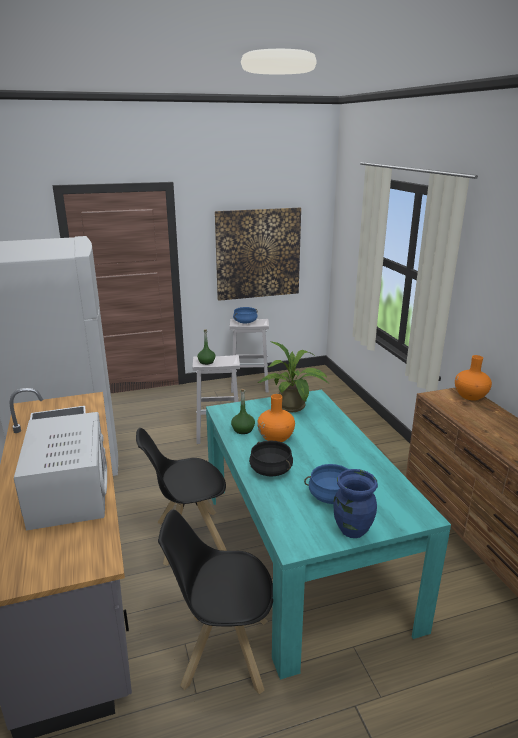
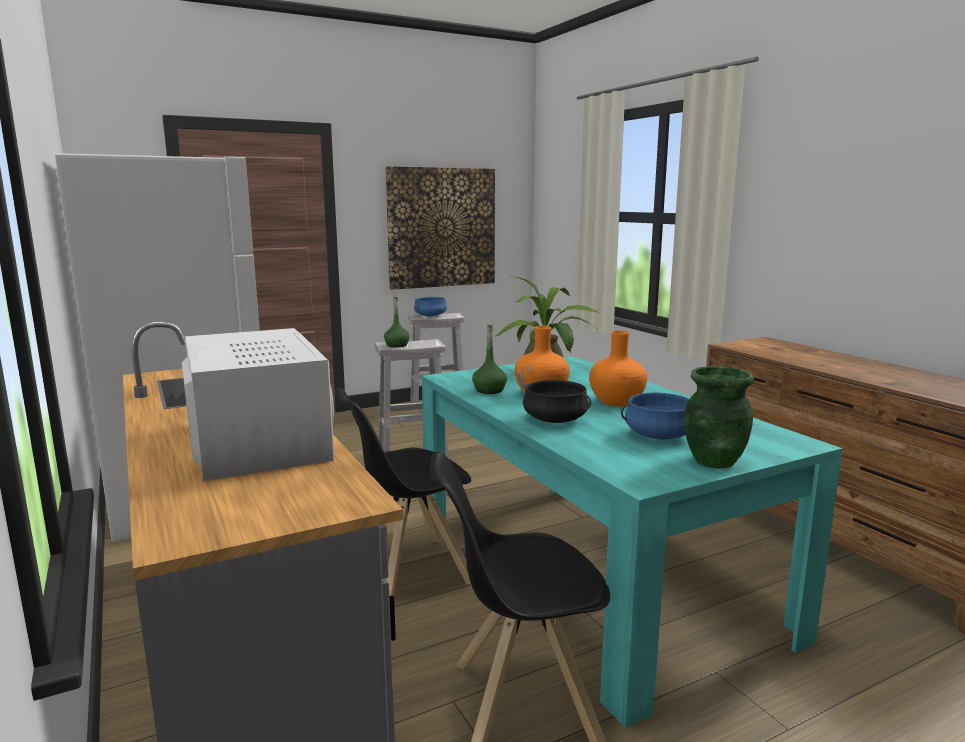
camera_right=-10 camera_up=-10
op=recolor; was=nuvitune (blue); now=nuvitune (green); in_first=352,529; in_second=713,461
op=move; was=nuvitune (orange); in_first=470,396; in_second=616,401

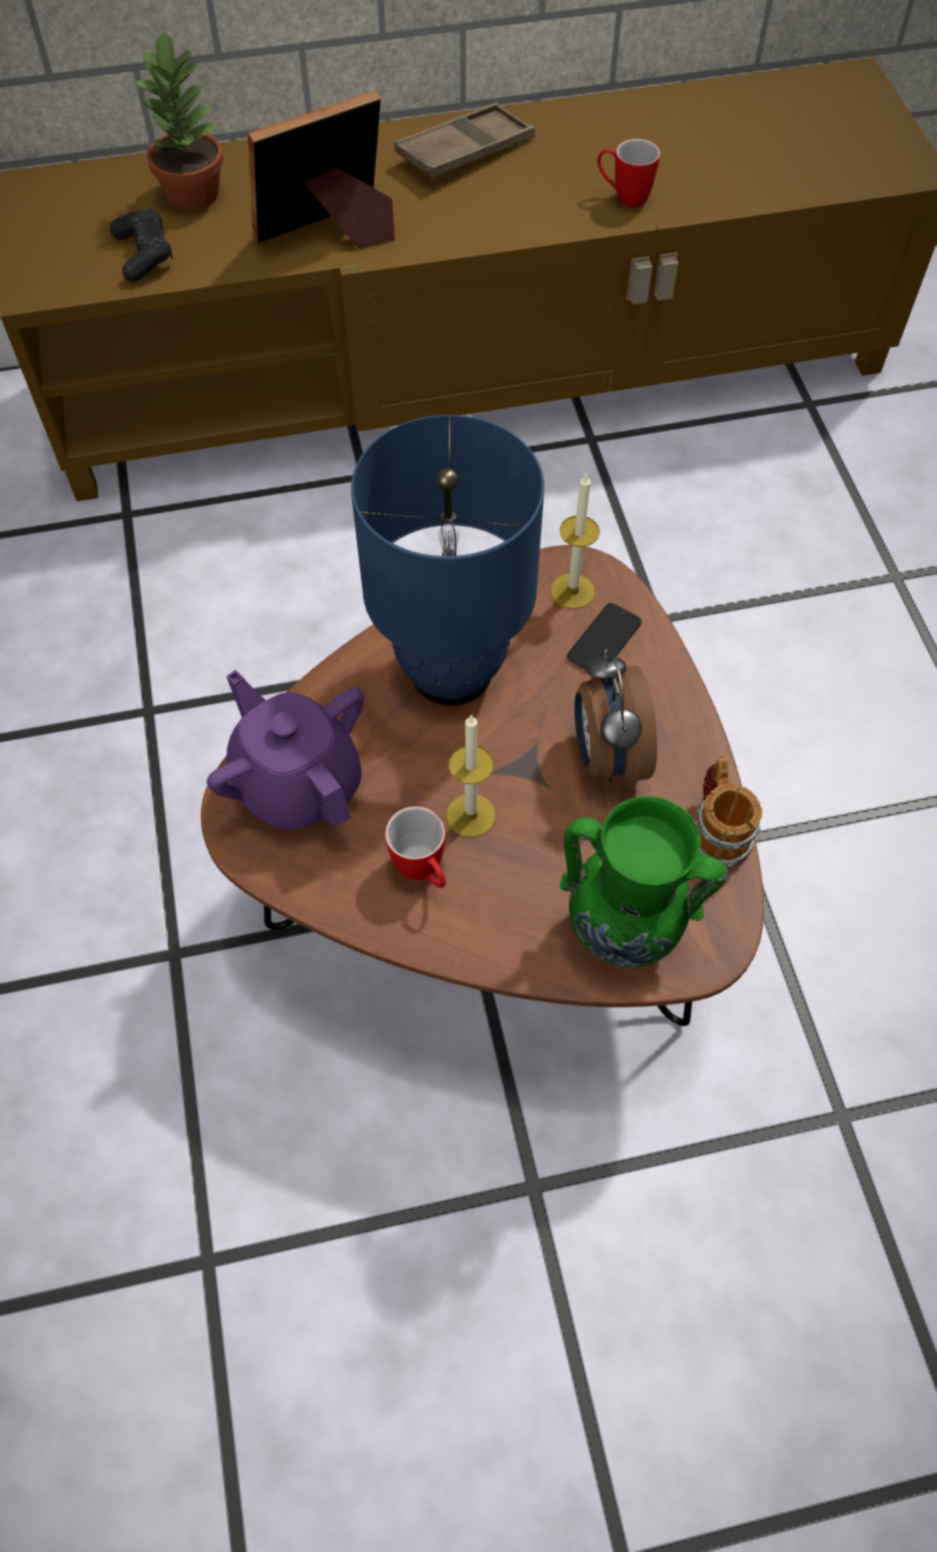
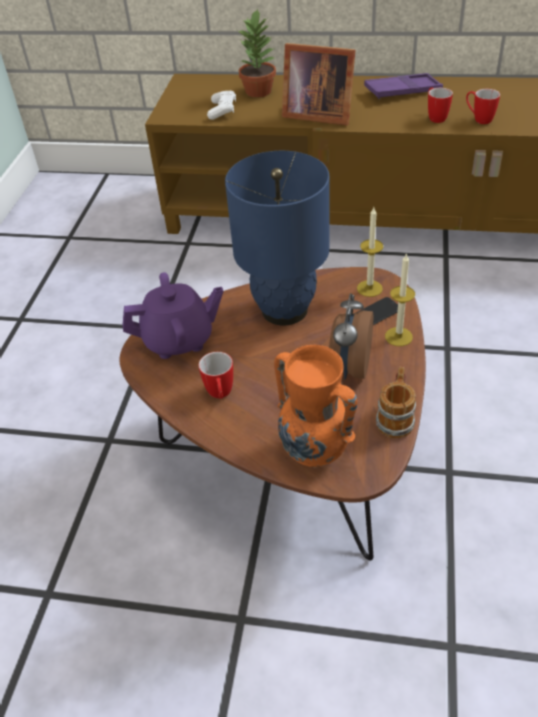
camera_right=25 camera_up=-15
op=recolor; was=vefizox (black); now=vefizox (white); in_first=144,255; in_second=222,110
op=rotate; was=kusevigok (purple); in_first=298,783; in_second=179,340; clockwise=90
op=rotate; was=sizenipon; in_first=331,233; in_second=316,114; clockwise=-150
op=recolor; was=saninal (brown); now=saninal (purple); in_first=465,151; in_second=402,91
op=move; was=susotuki; in_first=470,815; in_second=398,336
op=recolor; was=nuvitune (green); now=nuvitune (orange); in_first=623,933; in_second=315,453
op=insert; now=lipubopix; in_second=435,117

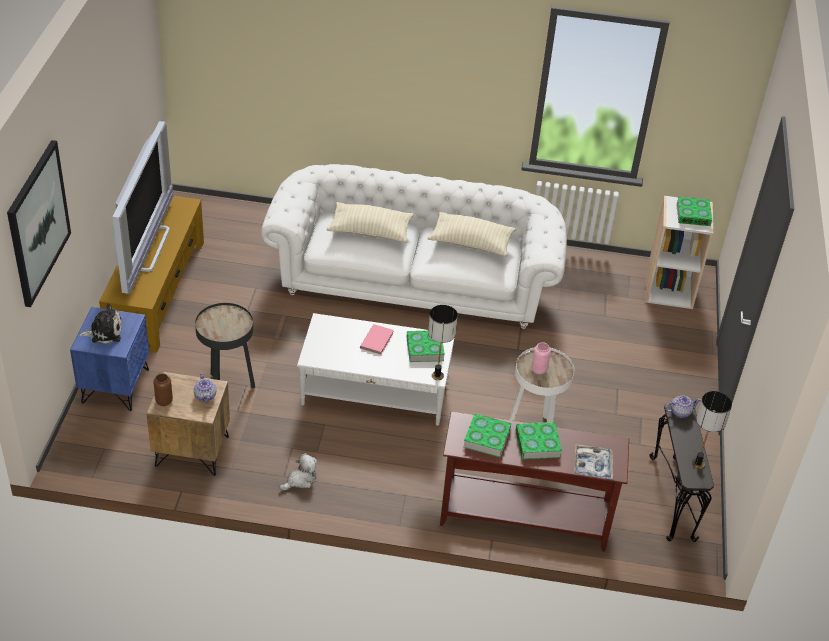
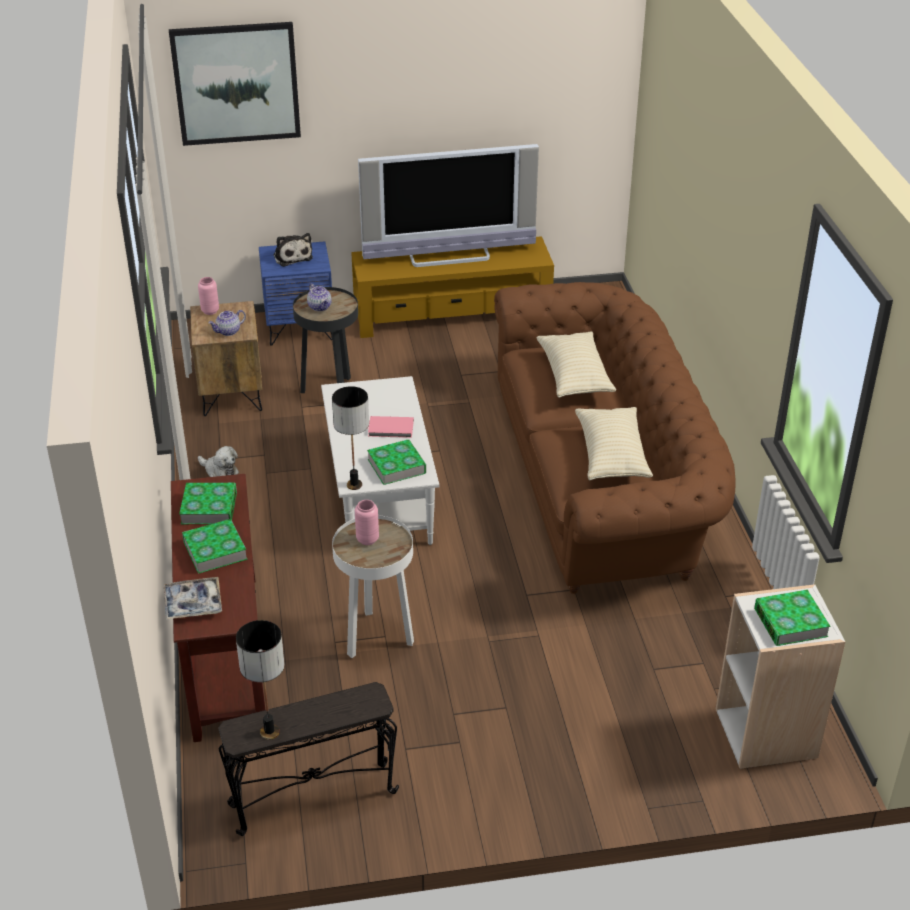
camera_right=75 camera_up=-5
op=recolor; was=nuvitune (brown); now=nuvitune (pink); in_first=164,401; in_second=210,311
op=recolor; was=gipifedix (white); now=gipifedix (brown); in_first=414,278; in_second=603,479
op=move; was=kusevigok; in_first=680,412; in_second=320,307

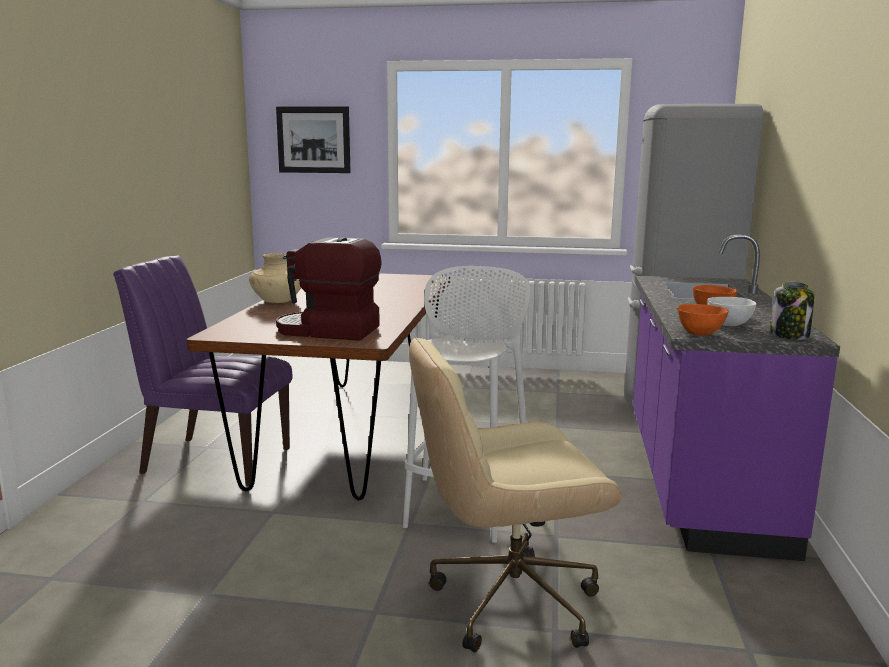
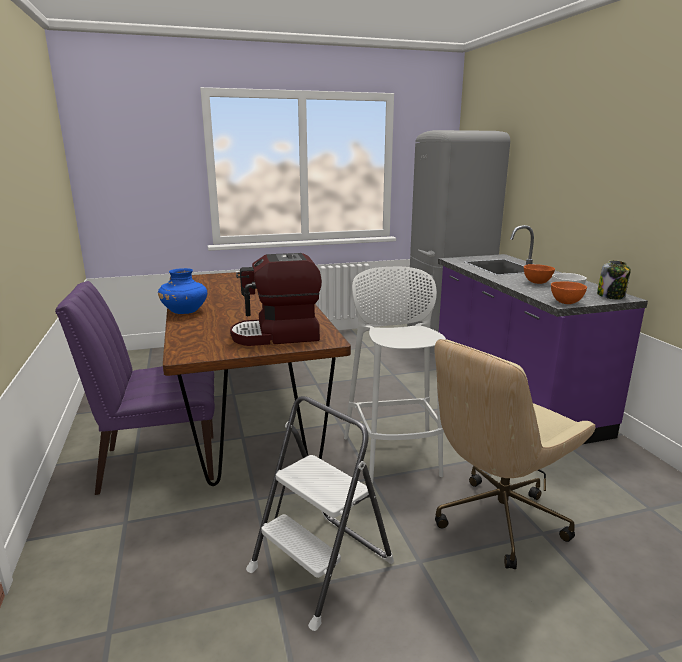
camera_right=-25 camera_up=5
op=recolor; was=nuvitune (beige); now=nuvitune (blue); in_first=278,301; in_second=185,312
op=delete; was=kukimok; in_first=313,140
op=insert; now=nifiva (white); in_second=326,563

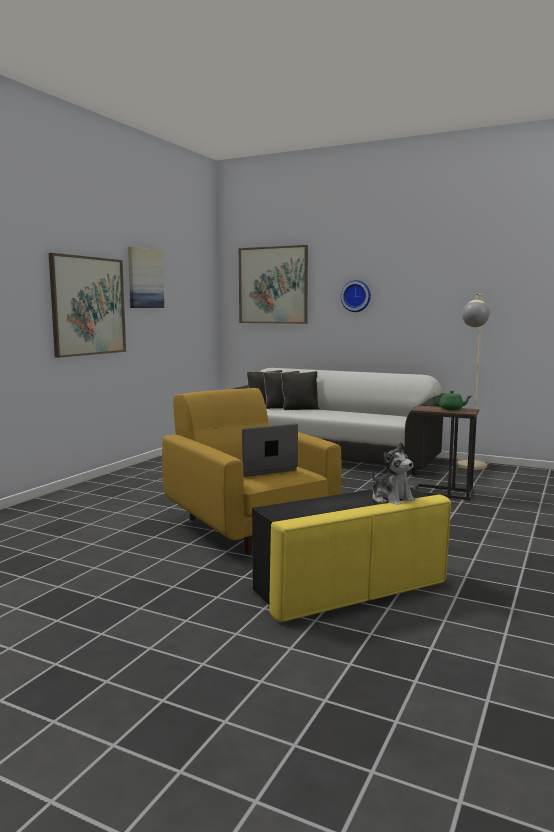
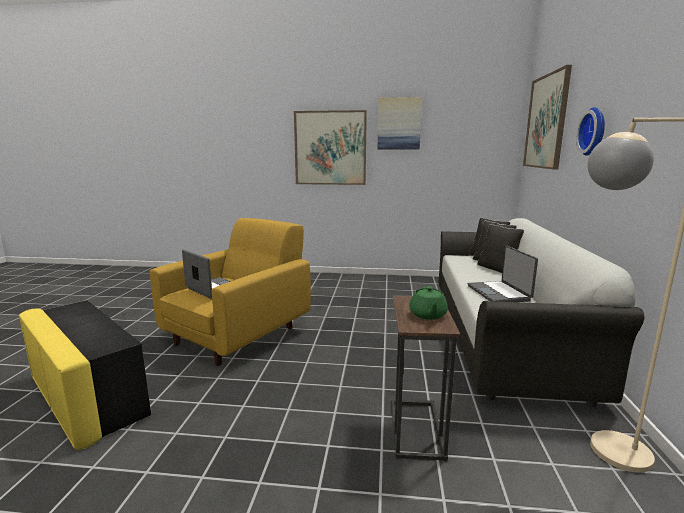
camera_right=70 camera_up=5
op=delete; was=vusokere; in_first=392,500
op=insert; now=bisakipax; in_second=499,293

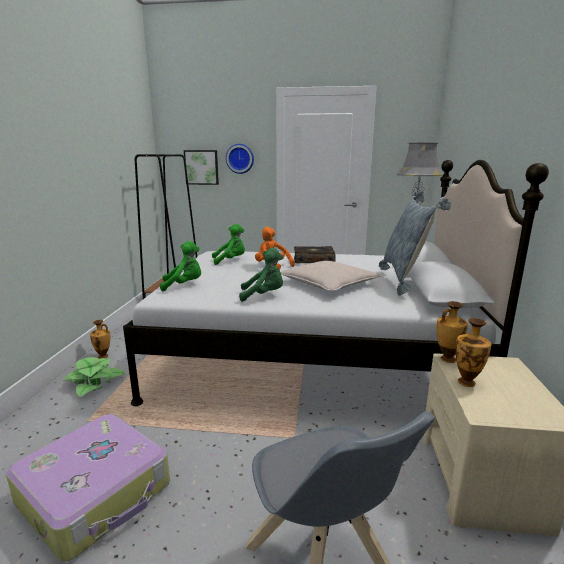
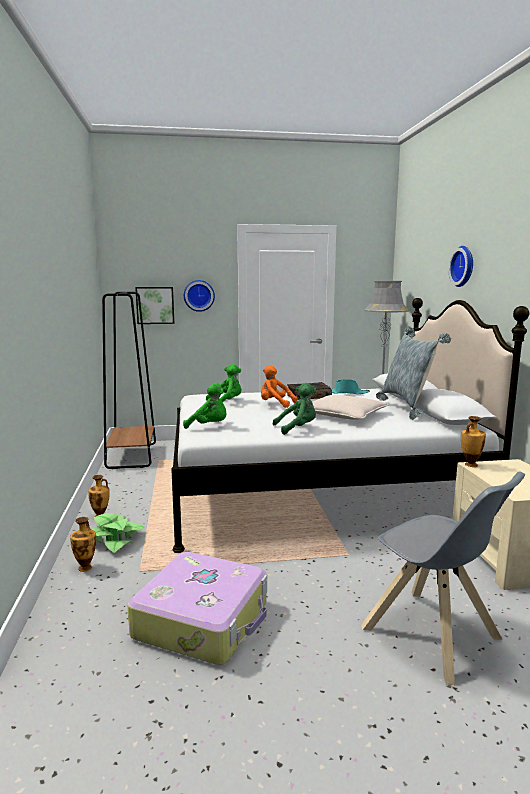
camera_right=-15 camera_up=-5
op=rotate; was=vusokere (green); in_first=184,285; in_second=209,426; clockwise=45
op=move; was=nuvitune; in_first=467,381; in_second=85,567
op=insert; now=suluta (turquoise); in_second=346,392
op=insert; now=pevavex; in_second=464,266

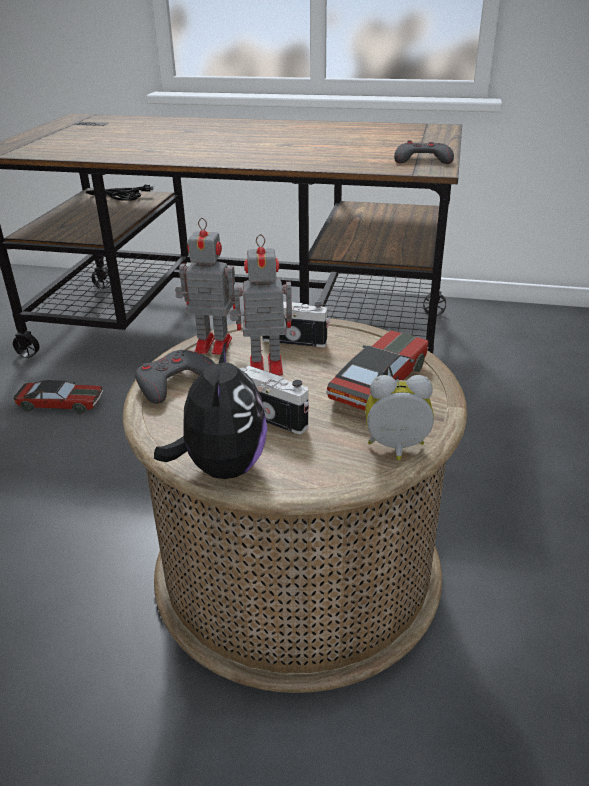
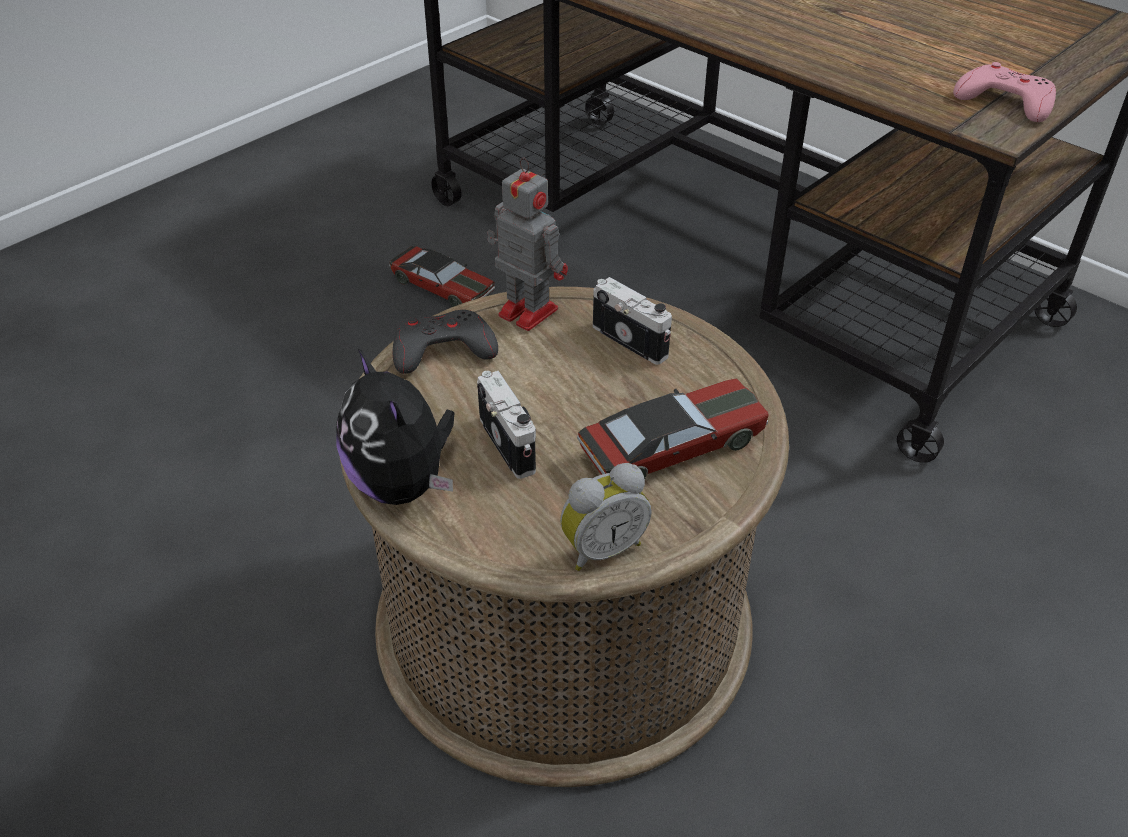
camera_right=30 camera_up=10
op=rotate; was=vusokere; in_first=221,467; in_second=403,484; clockwise=120
op=delete; was=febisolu; in_first=263,366
op=rotate; was=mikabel; in_first=396,450; in_second=601,548; clockwise=120
op=recolor; was=vefizox (grey); now=vefizox (pink); in_first=422,160; in_second=1005,101

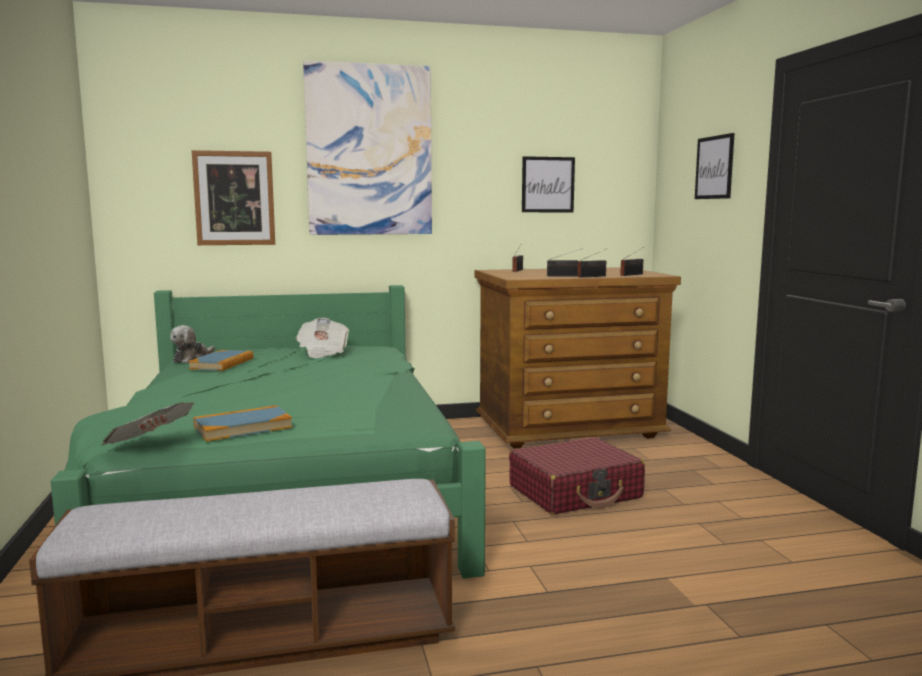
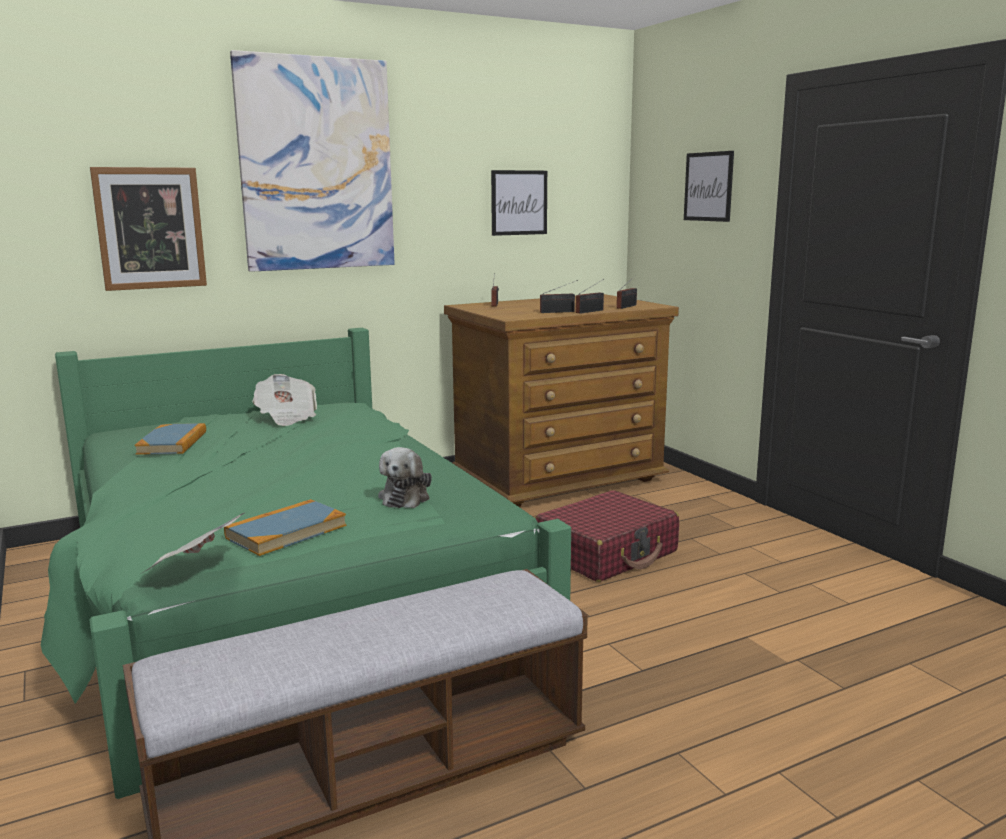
camera_right=-15 camera_up=5
op=move; was=vusokere; in_first=192,359; in_second=405,497

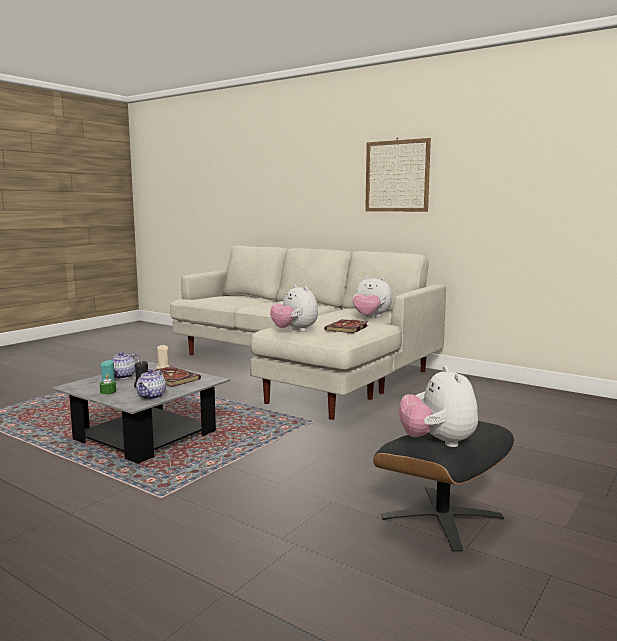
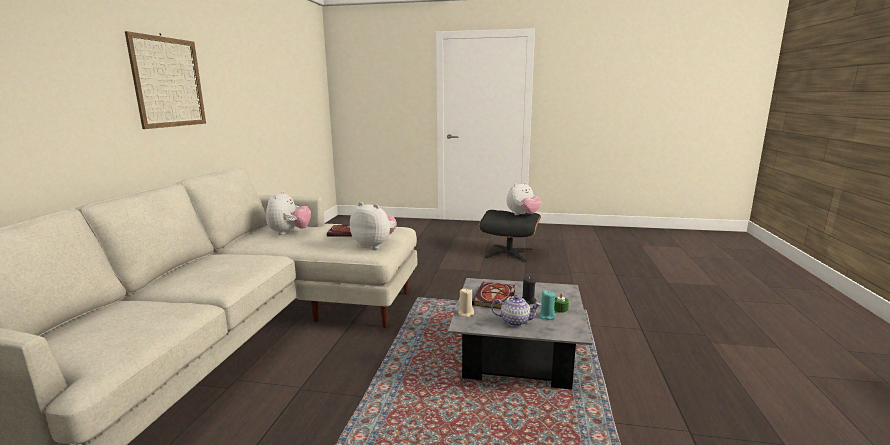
camera_right=-115 camera_up=5
op=delete; was=kusevigok; in_first=152,396
op=rotate; was=vusokere; in_first=294,331; in_second=374,245; clockwise=-90

